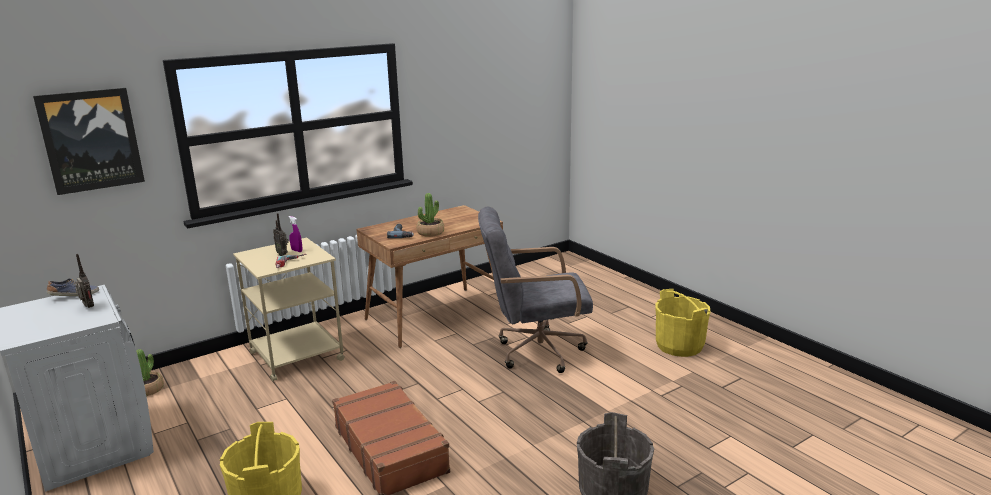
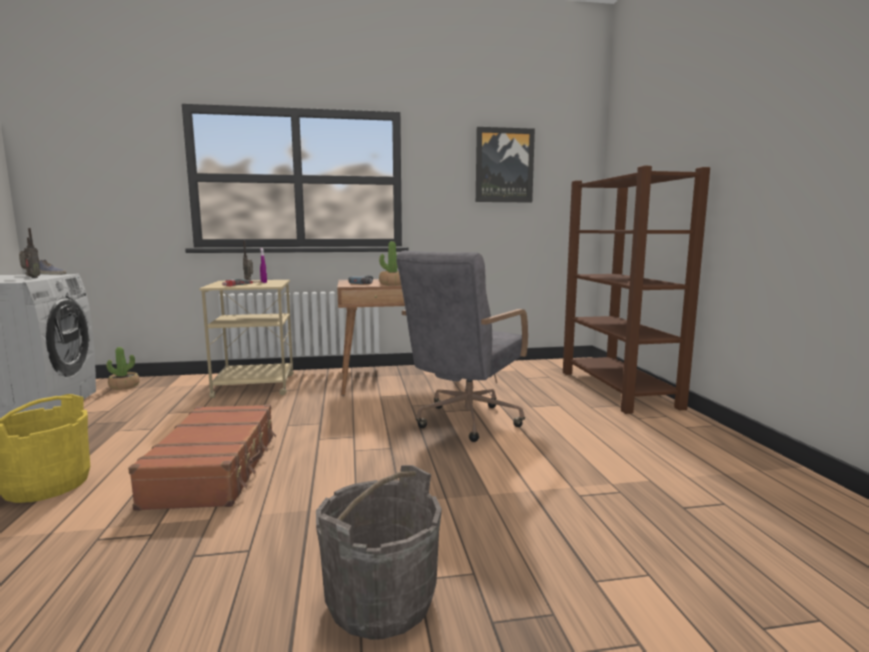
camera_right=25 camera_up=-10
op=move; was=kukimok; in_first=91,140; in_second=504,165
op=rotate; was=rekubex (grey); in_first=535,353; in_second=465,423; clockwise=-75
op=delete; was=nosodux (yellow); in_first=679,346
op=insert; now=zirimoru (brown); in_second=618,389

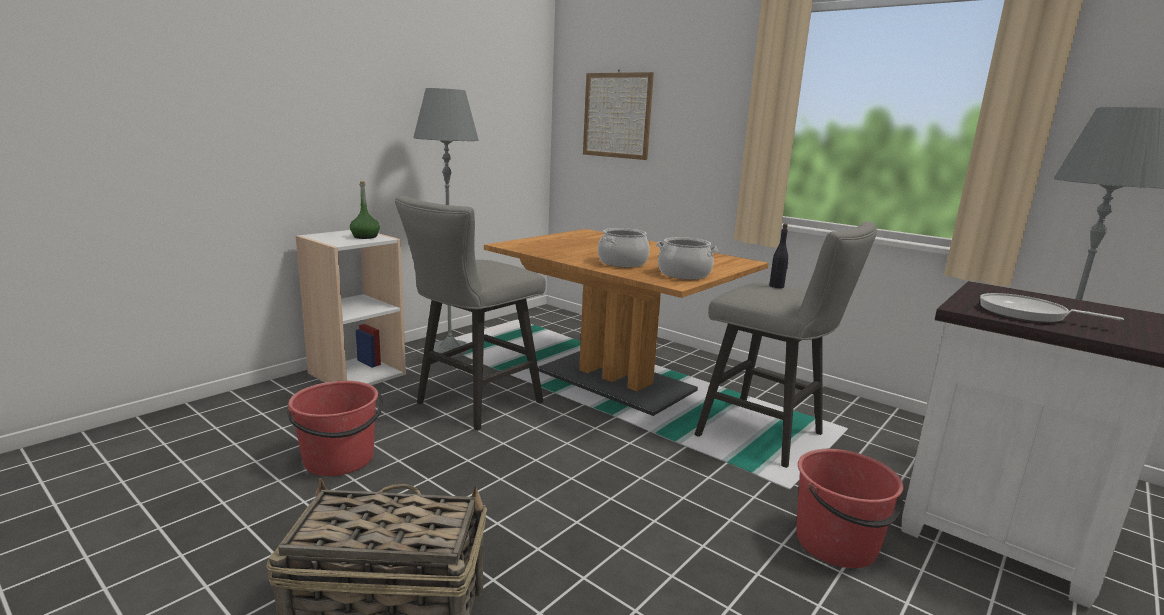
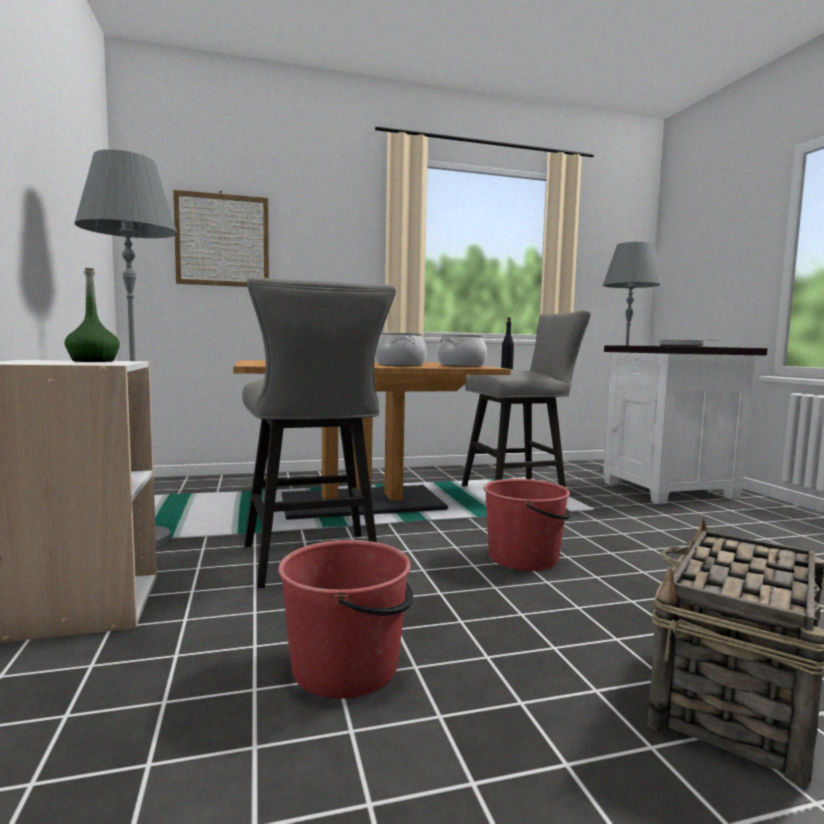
camera_right=-55 camera_up=-10
op=move; was=nosodux (red); in_first=837,544; in_second=524,558

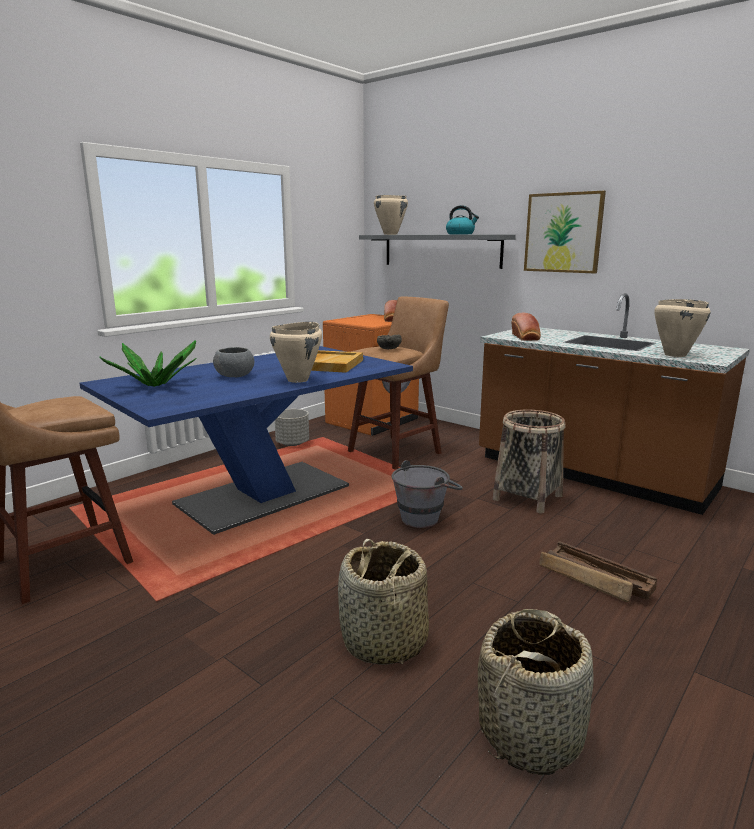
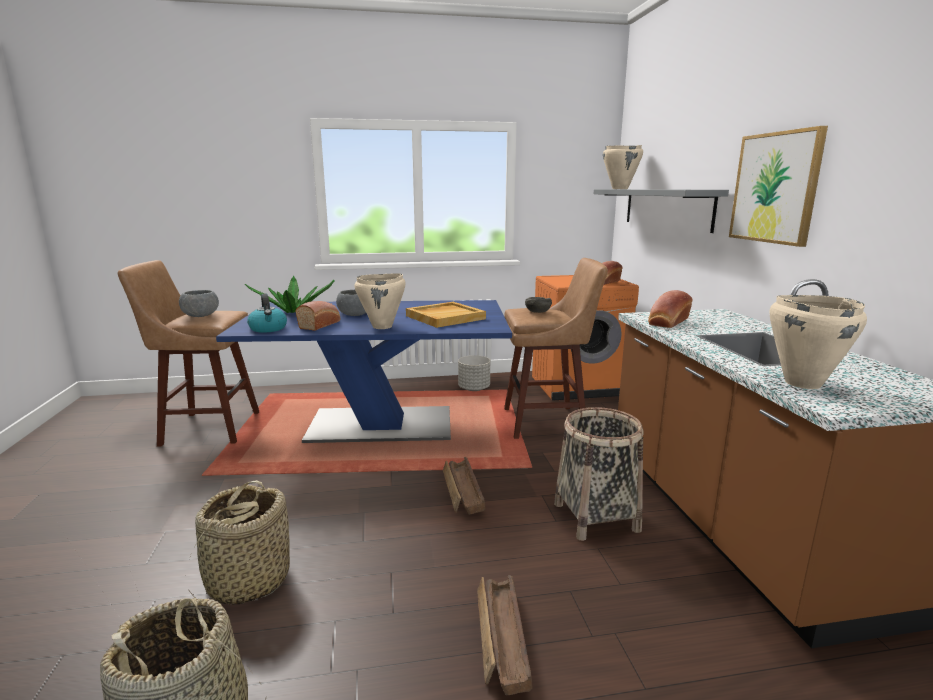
camera_right=40 camera_up=0
op=replace; was=nosodux (grey); now=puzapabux; in_first=426,517; in_second=463,493
op=move; was=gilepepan; in_first=460,234; in_second=268,329
op=insert; now=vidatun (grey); in_second=201,316
op=insert; now=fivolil; in_second=321,324

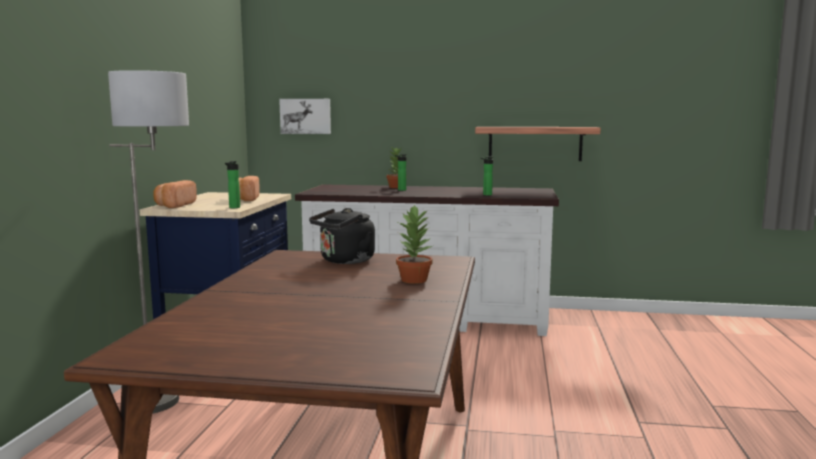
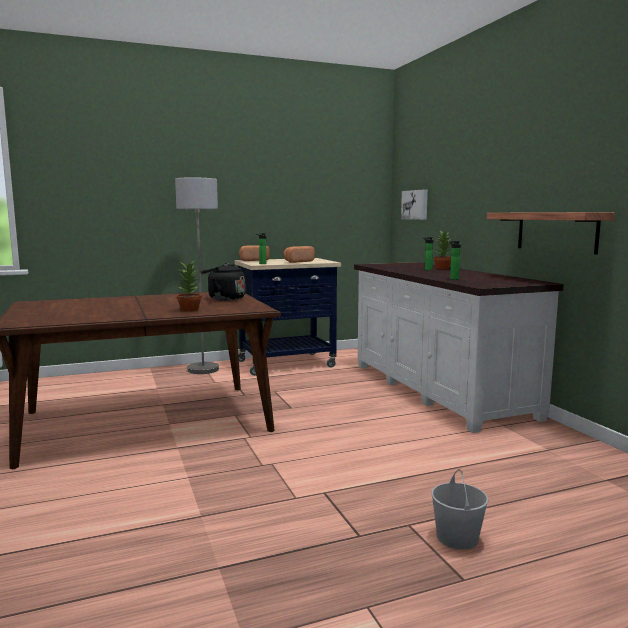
camera_right=60 camera_up=0
op=insert; now=nosodux (white); in_second=458,538

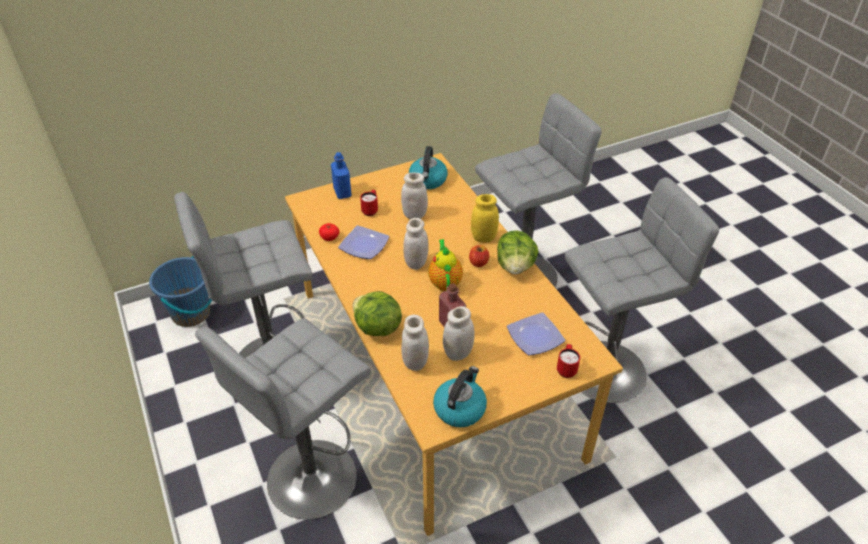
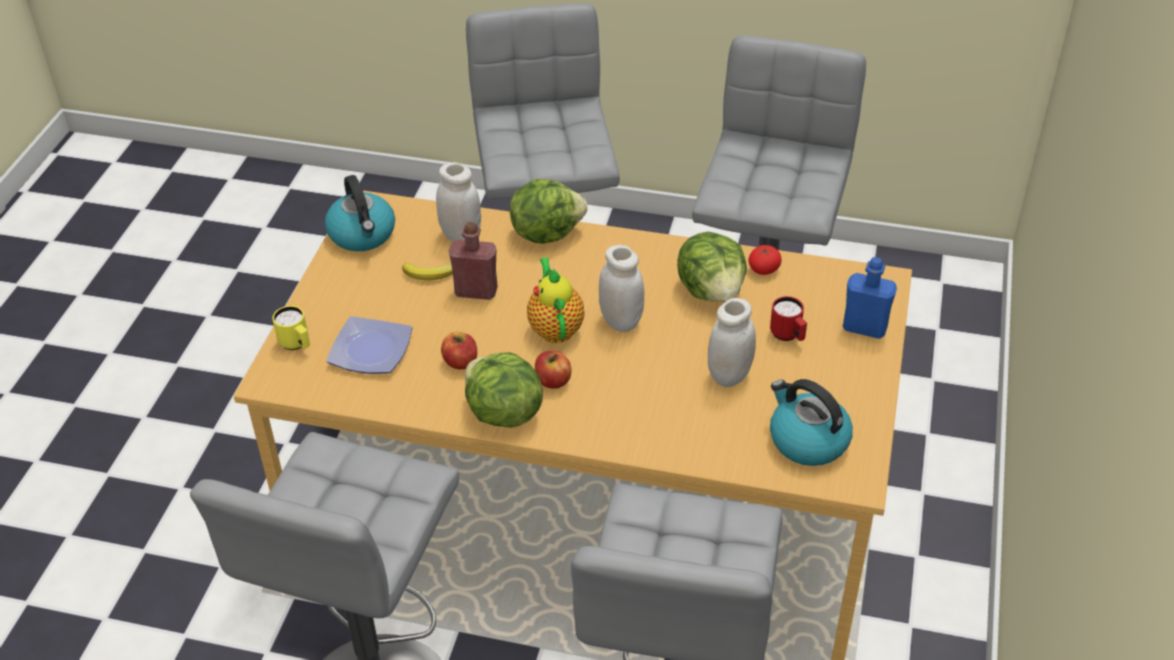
camera_right=130 camera_up=0
op=delete; was=nosodux (blue); in_first=191,313
op=replace; was=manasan; now=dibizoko; in_first=363,245; in_second=712,290
op=rotate; was=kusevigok; in_first=445,281; in_second=555,328; clockwise=-135
op=replace; was=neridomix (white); now=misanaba; in_first=458,353; in_second=431,273
op=delete; was=neridomix (yellow); in_first=483,238
op=recolor; was=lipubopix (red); now=lipubopix (yellow); in_first=566,369; in_second=297,345
op=insert; now=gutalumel; in_second=460,362

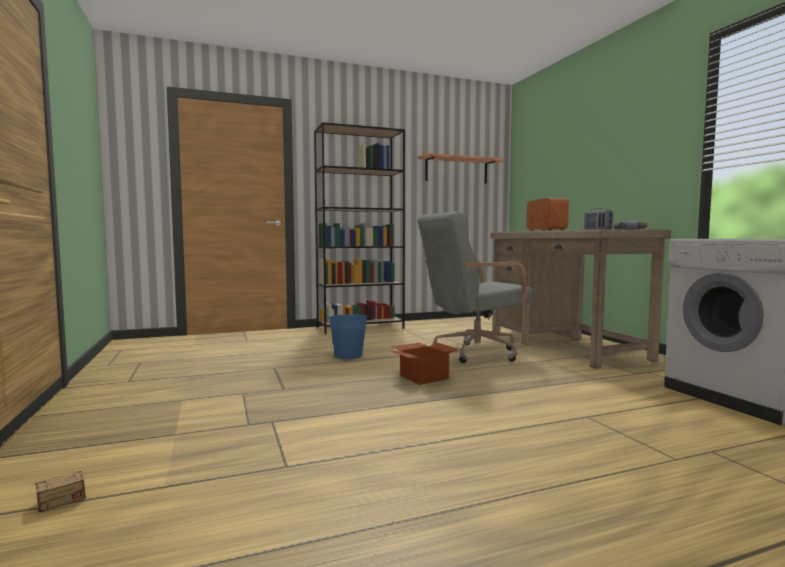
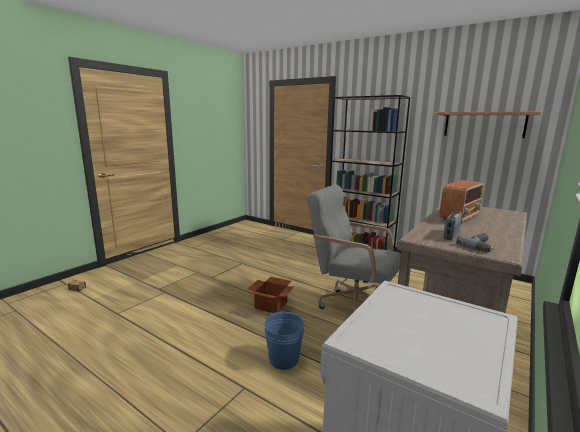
camera_right=55 camera_up=10
op=move; was=nosodux (blue); in_first=348,355; in_second=284,359

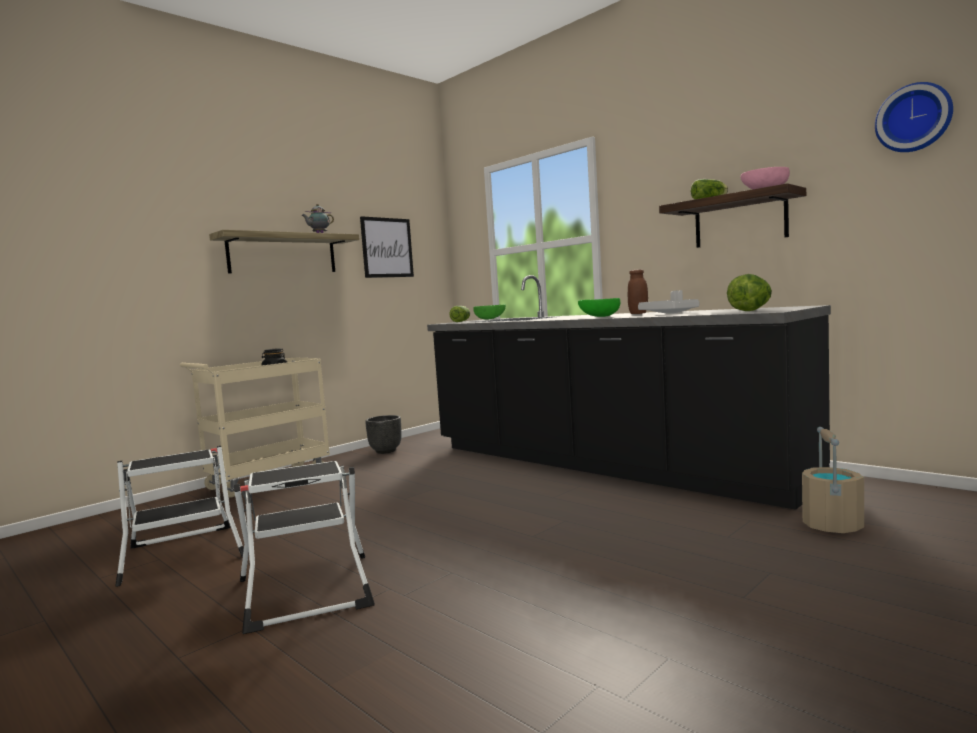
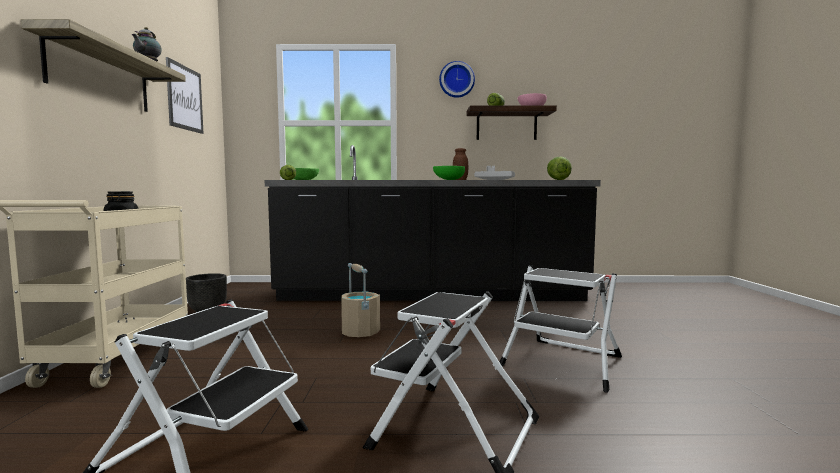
camera_right=-45 camera_up=0
op=move; was=nosodux (beige); in_first=831,525; in_second=360,332
op=move; was=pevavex; in_first=913,118; in_second=456,80
op=insert; now=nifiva; in_second=563,363

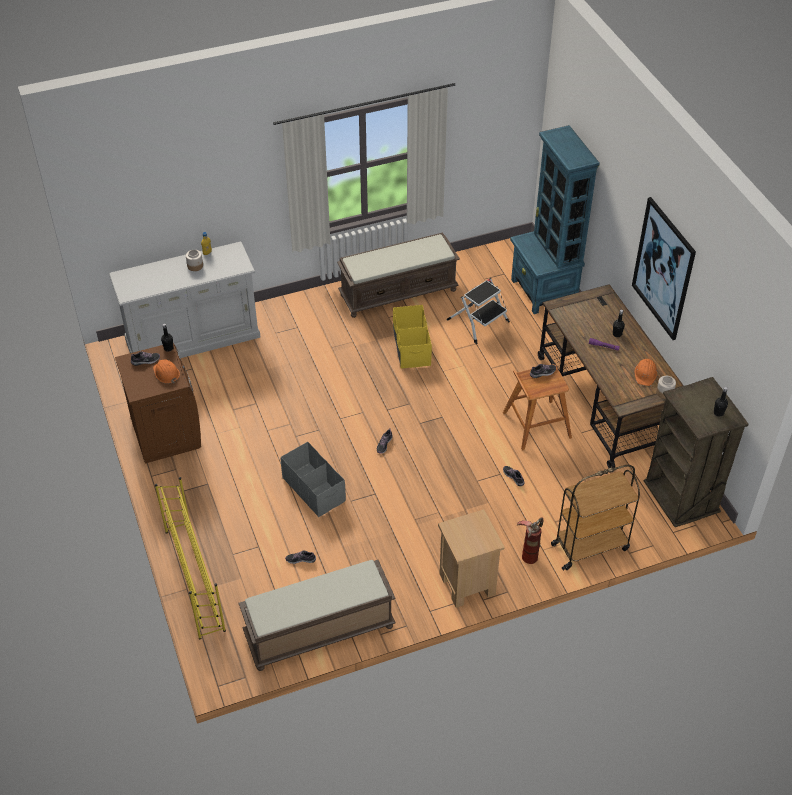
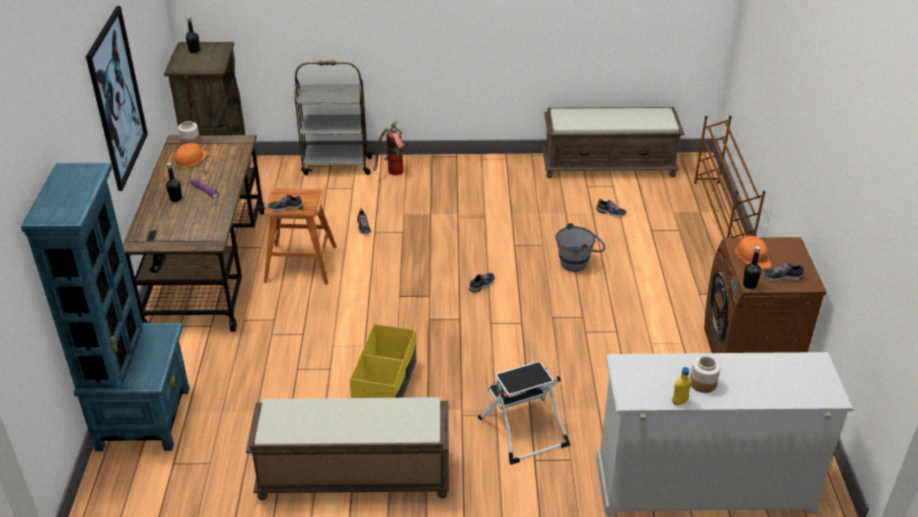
camera_right=-160 camera_up=-10
op=recolor; was=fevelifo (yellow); now=fevelifo (brown); in_first=194,579; in_second=720,220
op=replace; was=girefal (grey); now=nosodux (grey); in_first=314,489; in_second=578,262
op=delete; was=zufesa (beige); in_first=466,583
op=move; was=nifiva; in_first=478,322; in_second=524,428
op=recolor; was=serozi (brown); now=serozi (grey); in_first=591,547; in_second=336,166

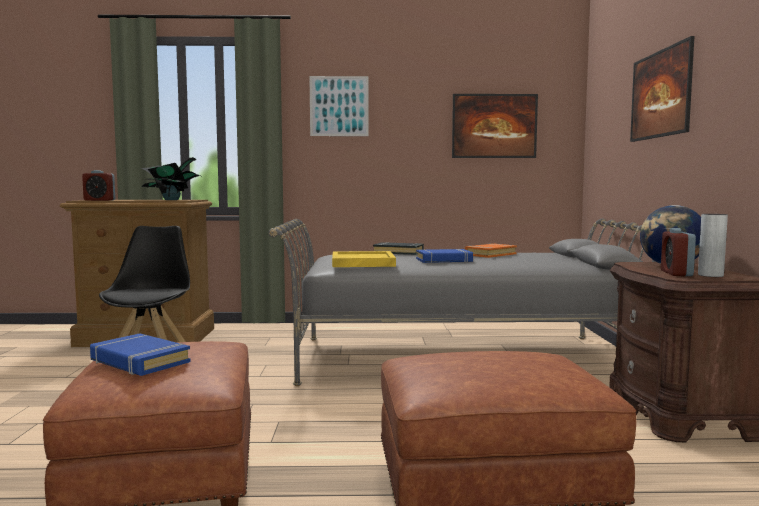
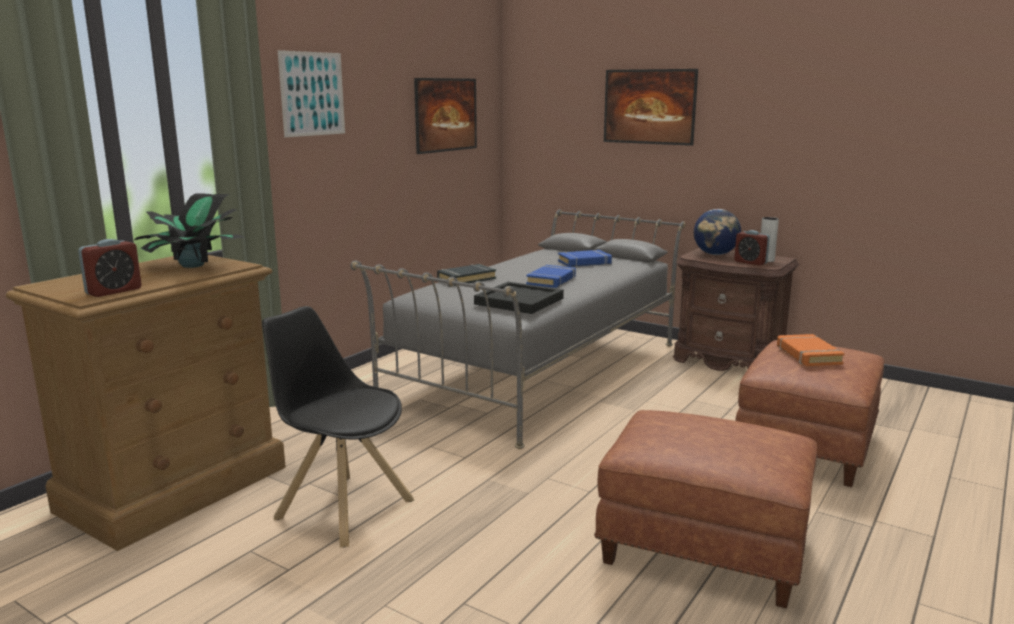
camera_right=-55 camera_up=10
op=move; was=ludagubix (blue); in_first=139,361; in_second=584,262
op=recolor; was=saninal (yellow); now=saninal (black); in_first=362,263; in_second=519,301
op=move; was=ludagubix (orange); in_first=490,254; in_second=808,355

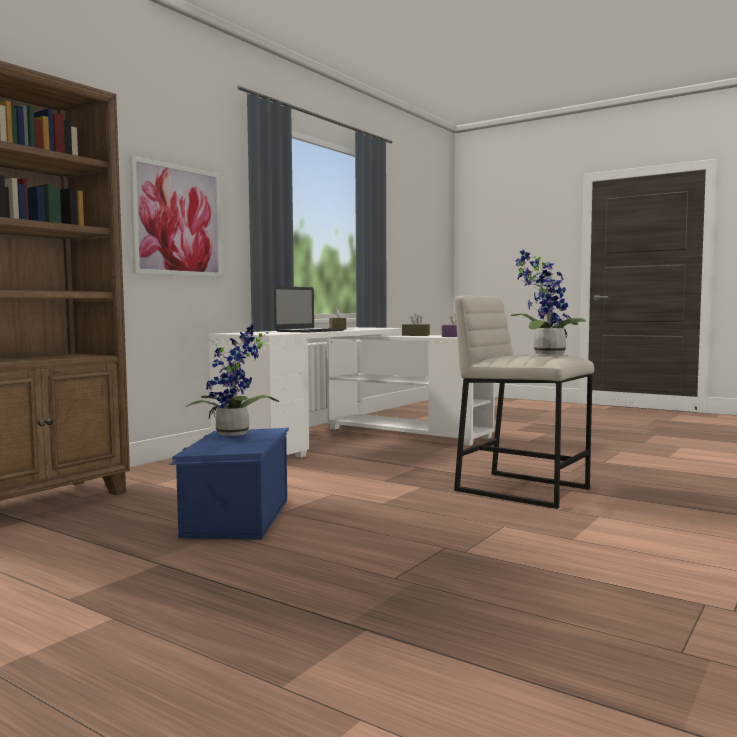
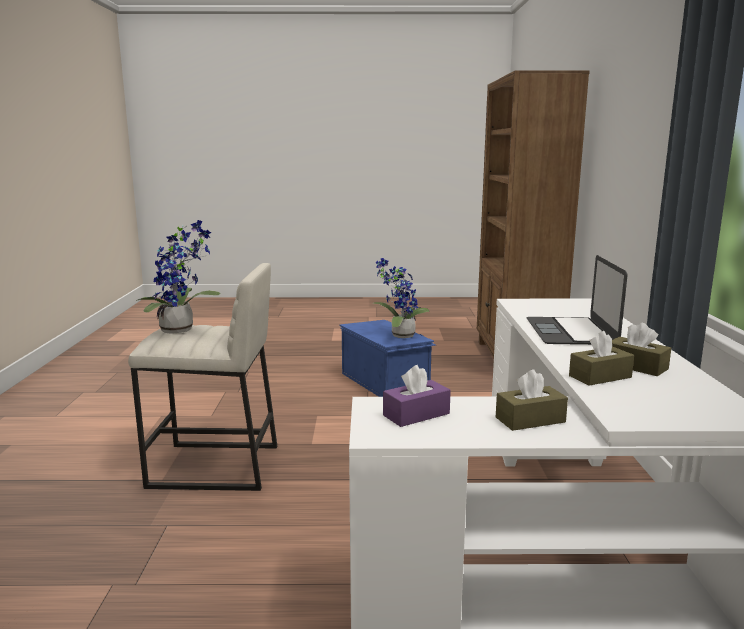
camera_right=145 camera_up=10
op=delete; was=kukimok; in_first=177,221
op=insert; now=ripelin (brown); in_second=600,376

